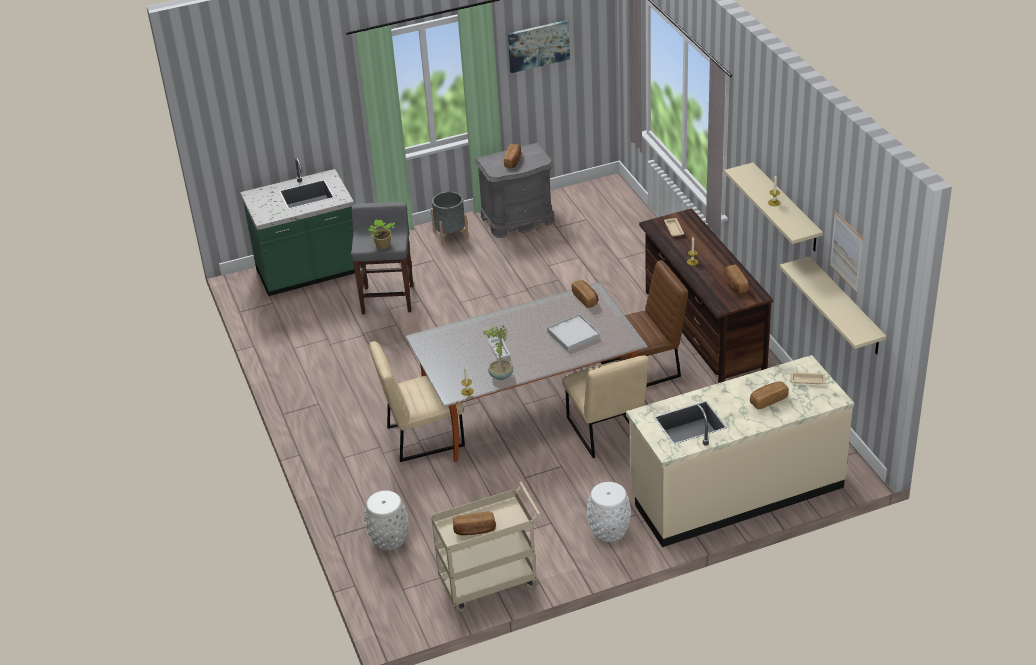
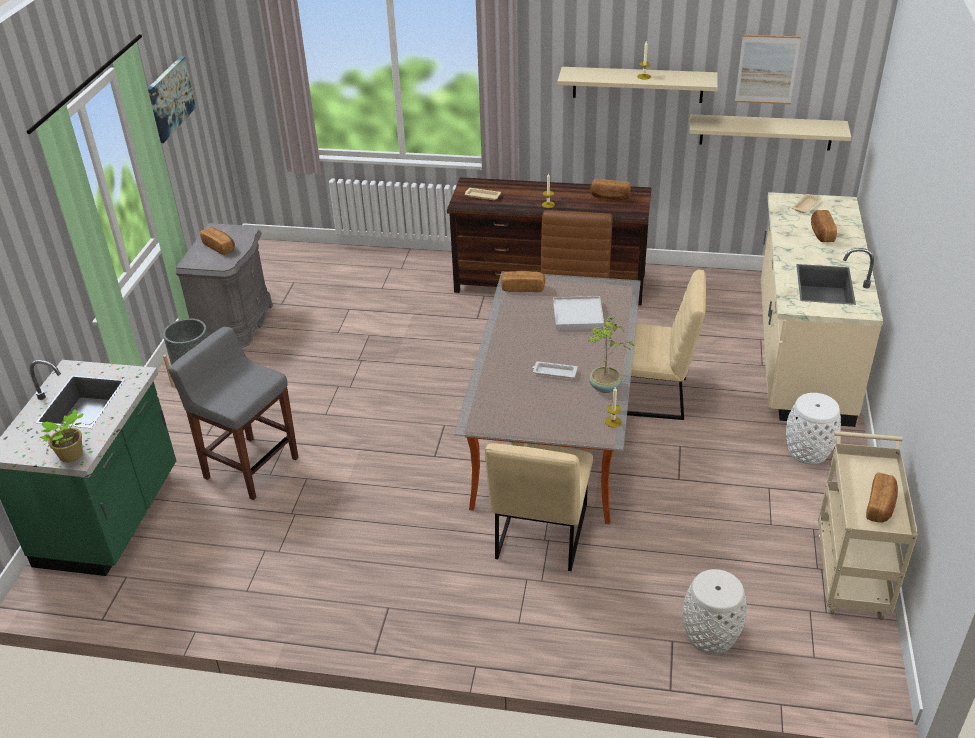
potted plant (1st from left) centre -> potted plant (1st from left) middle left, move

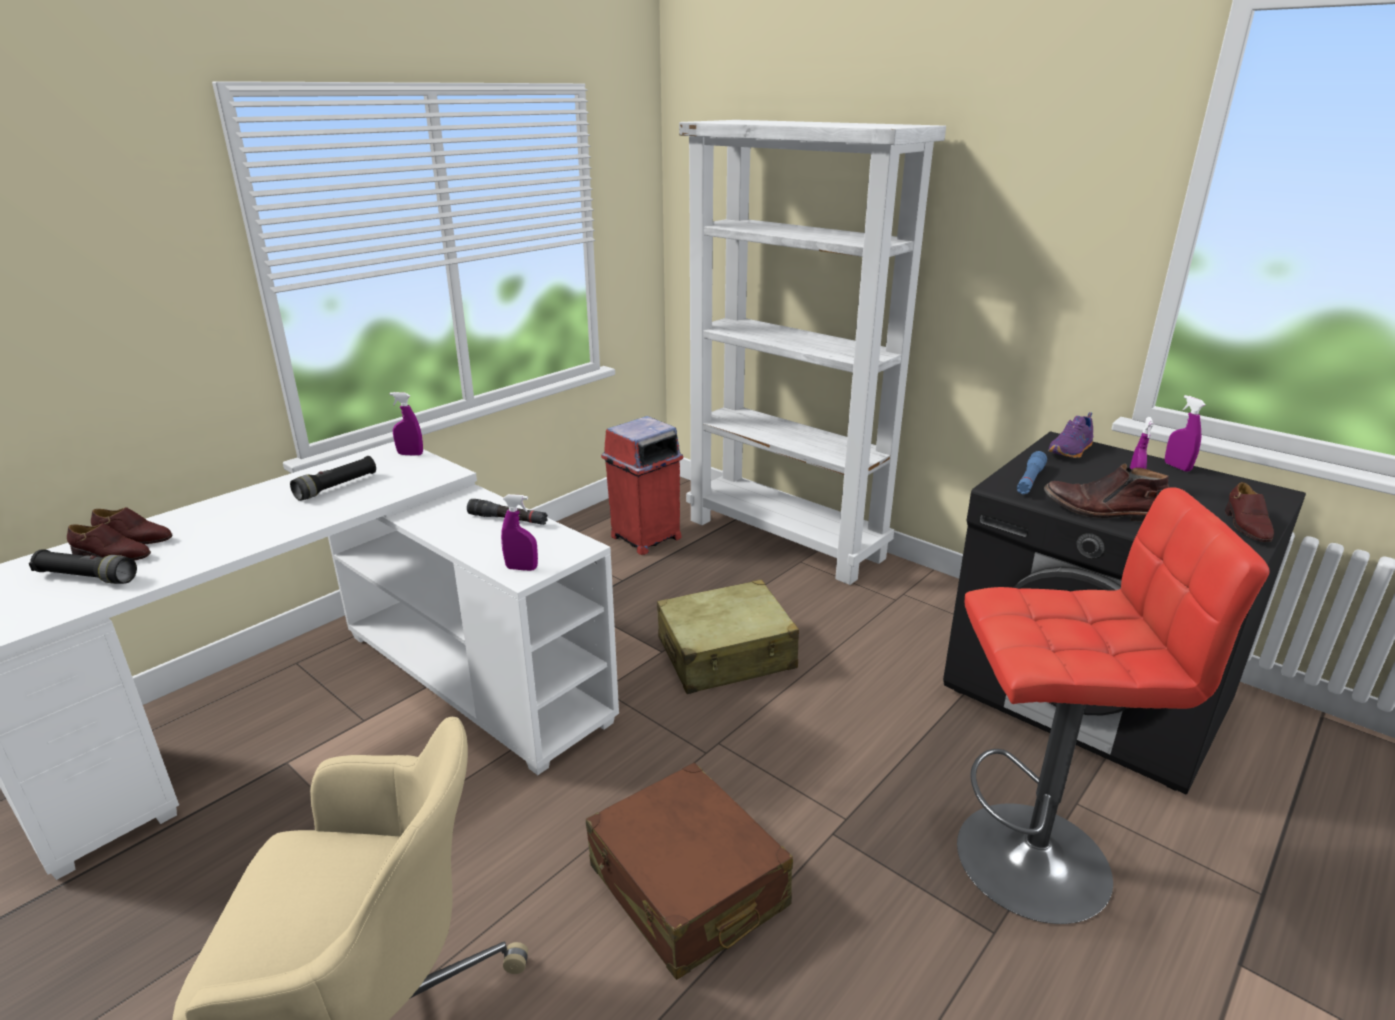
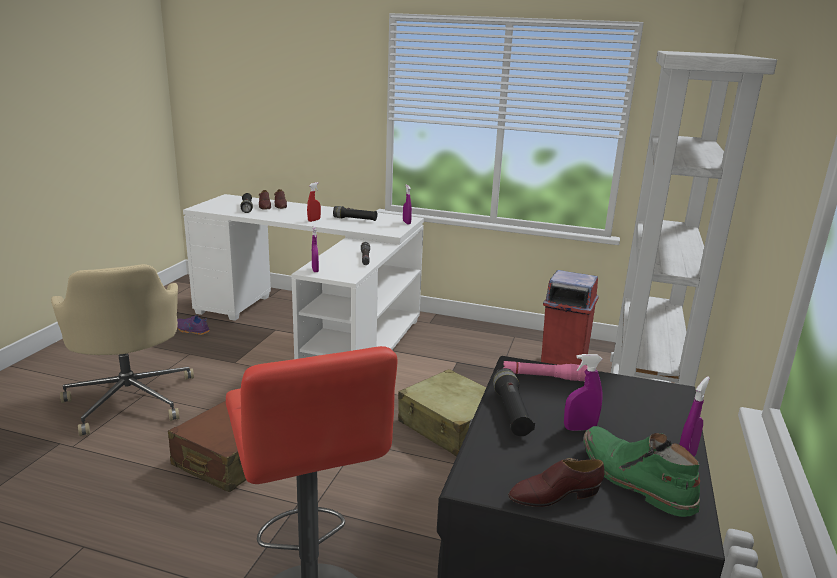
purple shoe middle right -> purple shoe middle left, move
blue flashlight middle right -> pink flashlight centre
brown boot middle right -> black flashlight (4th from left) bottom centre
none -> red spray bottle centre
none -> green boot bottom right

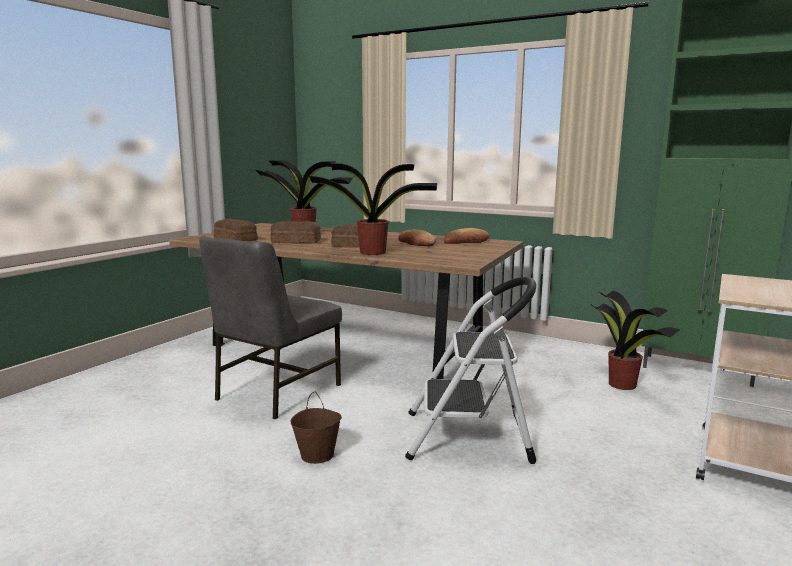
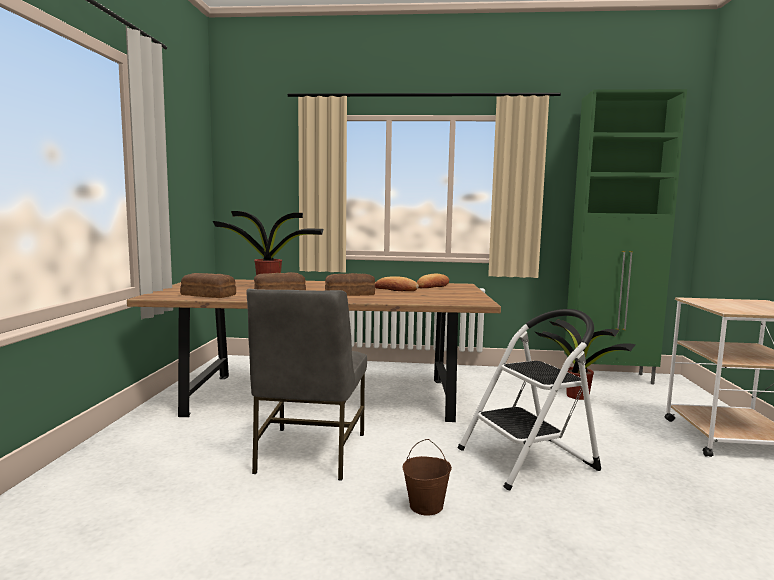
potted plant (2nd from left) centre -> none

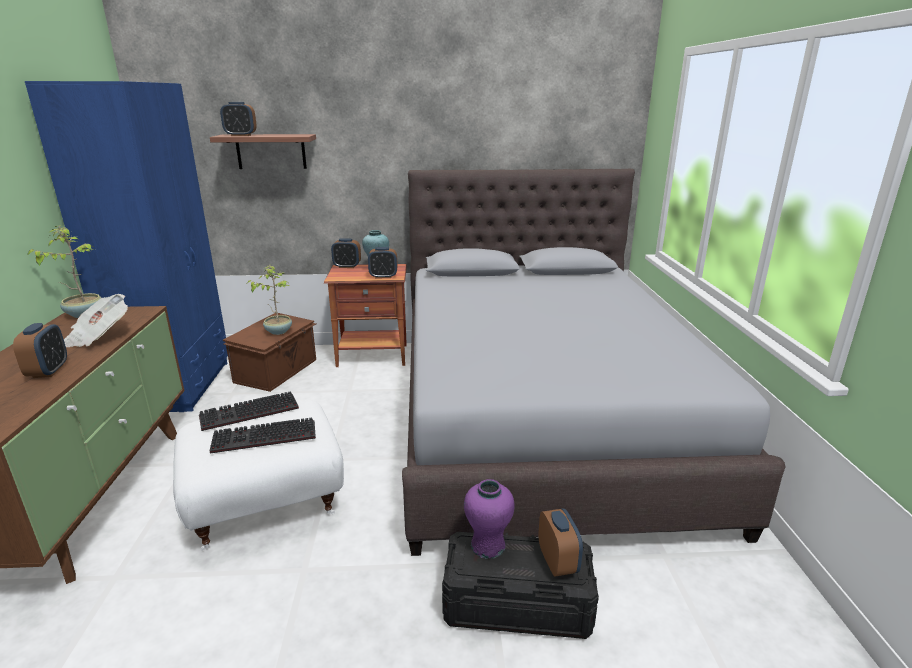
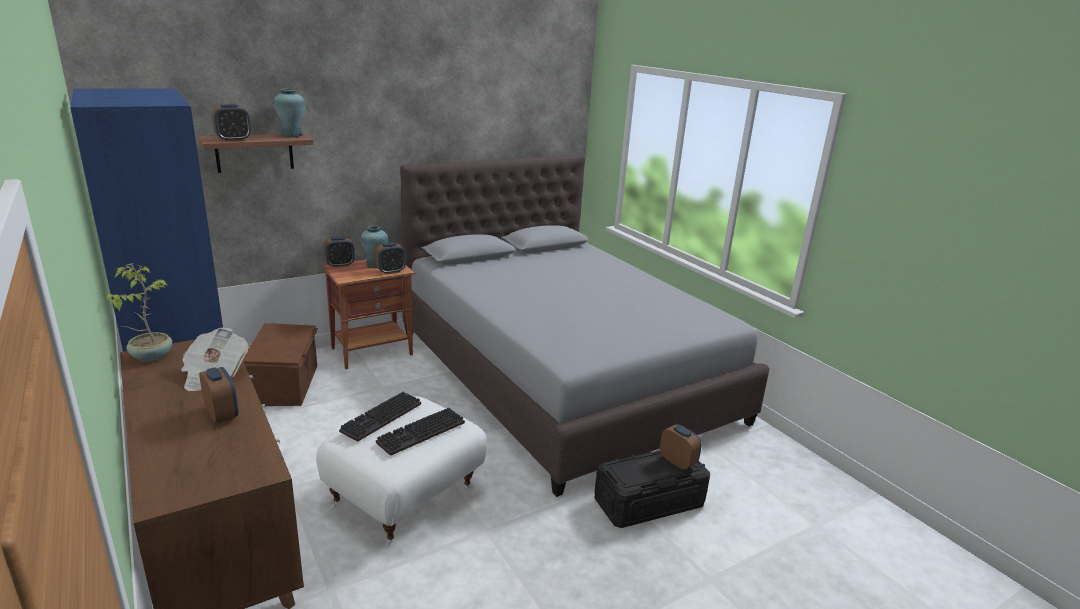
potted plant (2nd from left) middle left -> none
purple vase bottom centre -> none
none -> turquoise vase (1st from left) top left

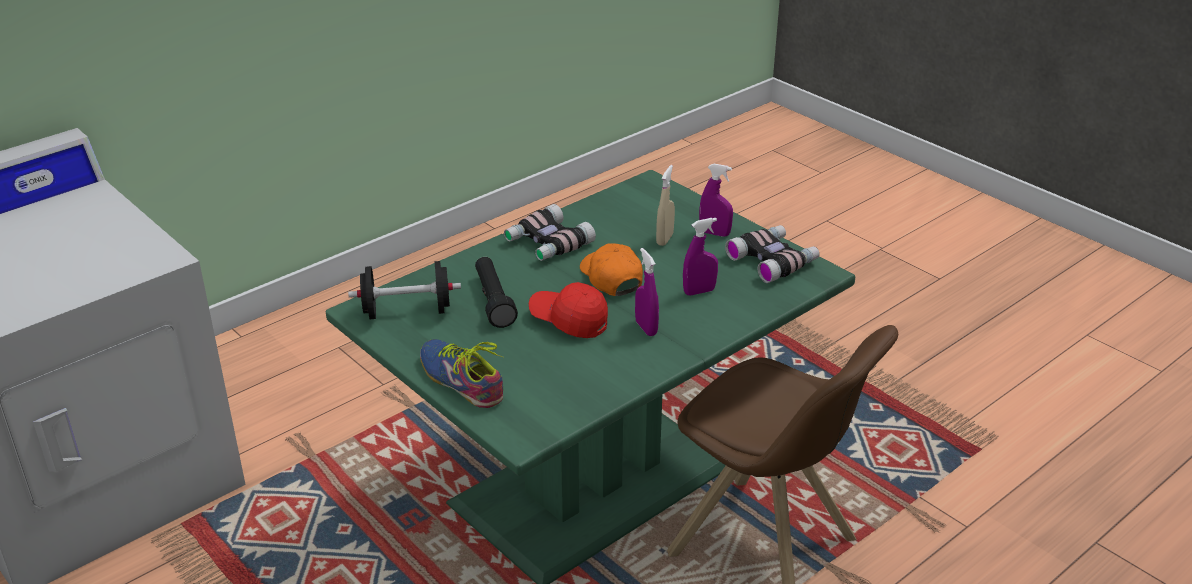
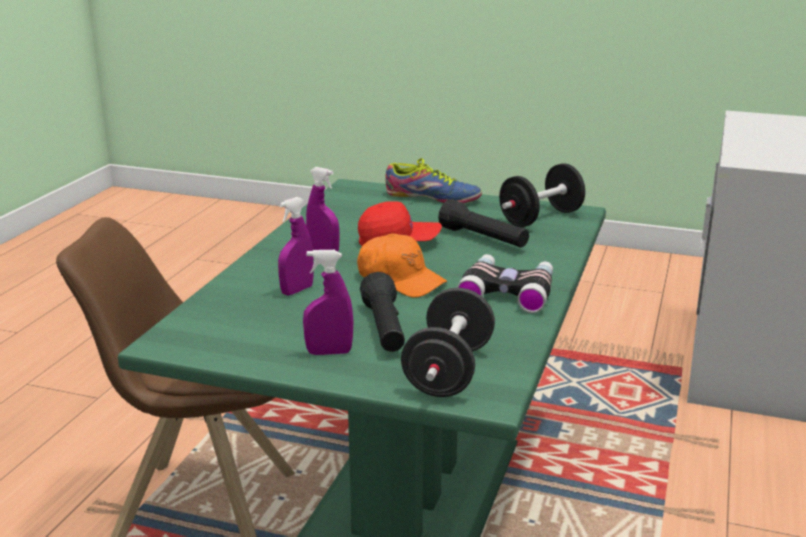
beige spray bottle centre -> black flashlight (1st from left) centre
binoculars (2nd from left) centre -> none
none -> black dumbbell (1st from left) centre

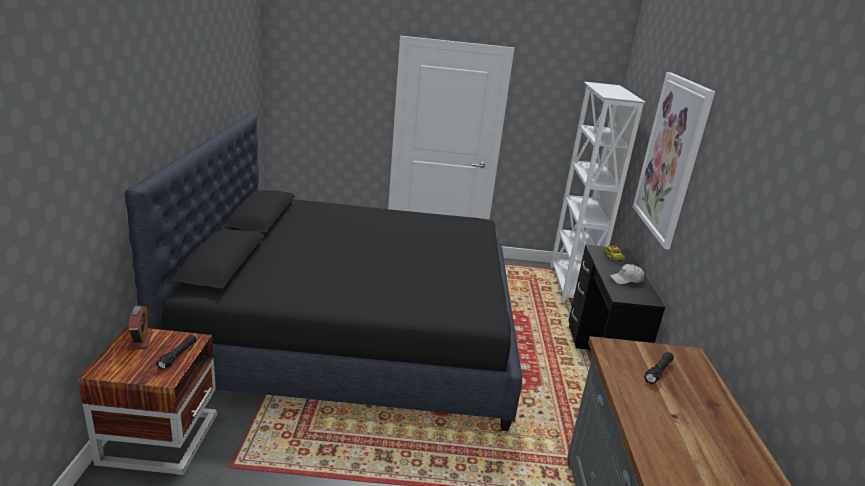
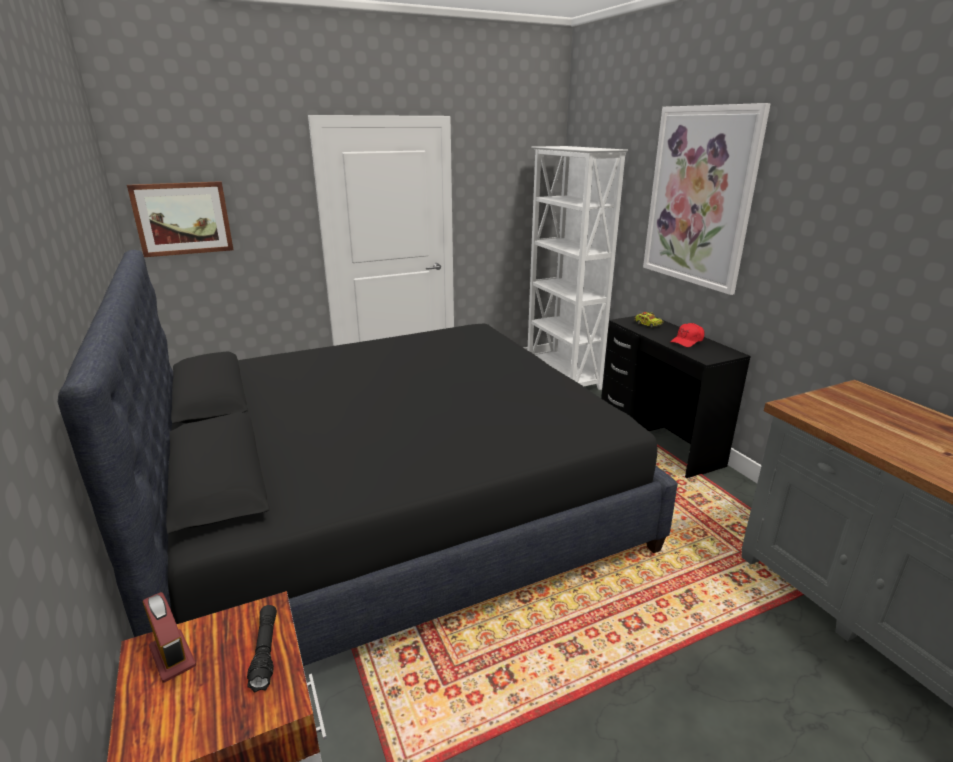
white cap middle right -> red cap middle right
black flashlight (2nd from left) bottom right -> none
none -> picture (1st from left) top left

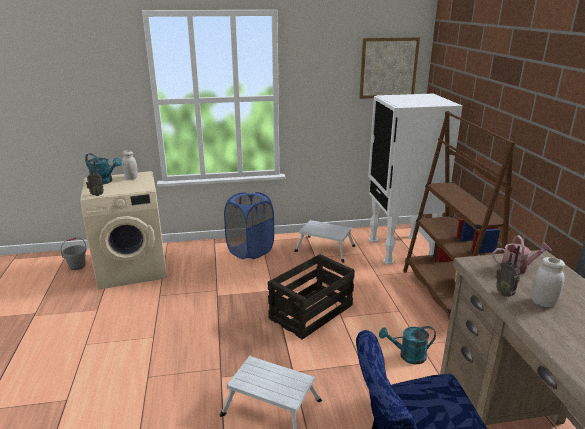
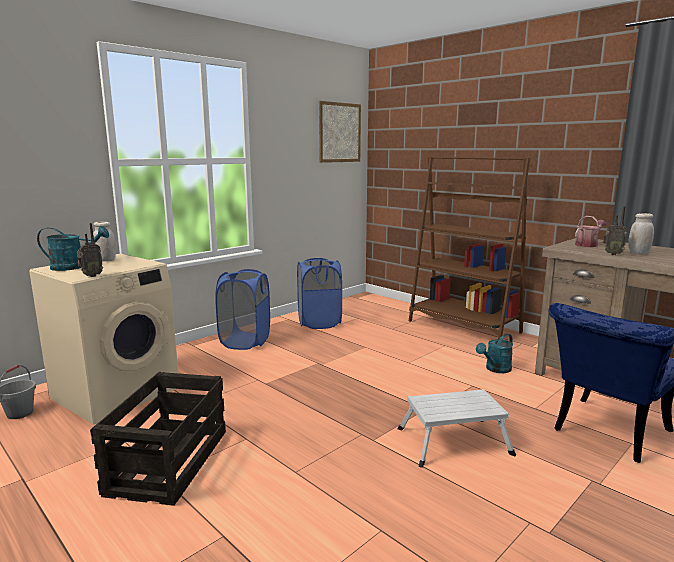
white cabinet middle right -> none
white step ladder (2nd from left) centre -> blue laundry basket (2nd from left) centre
crate bottom centre -> crate bottom left, move

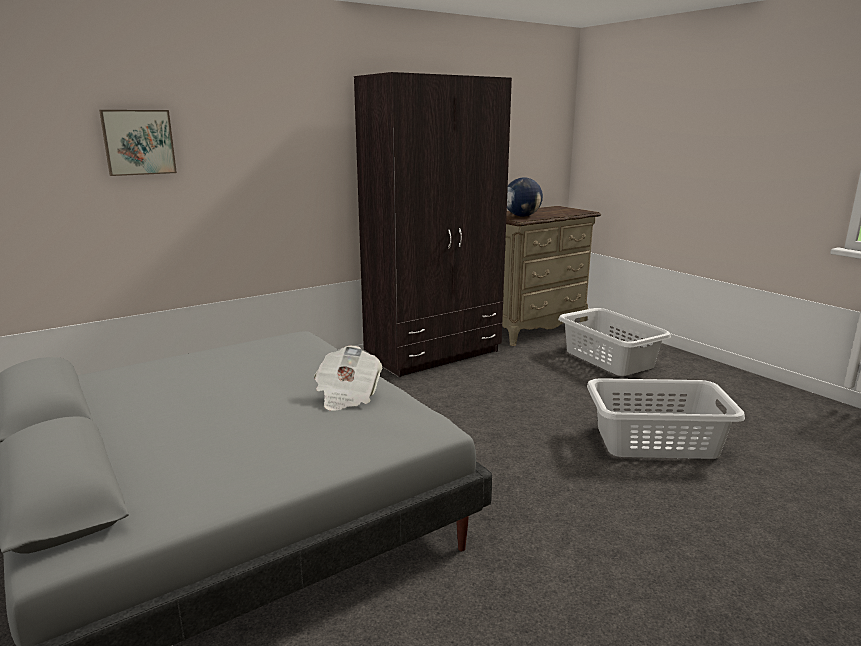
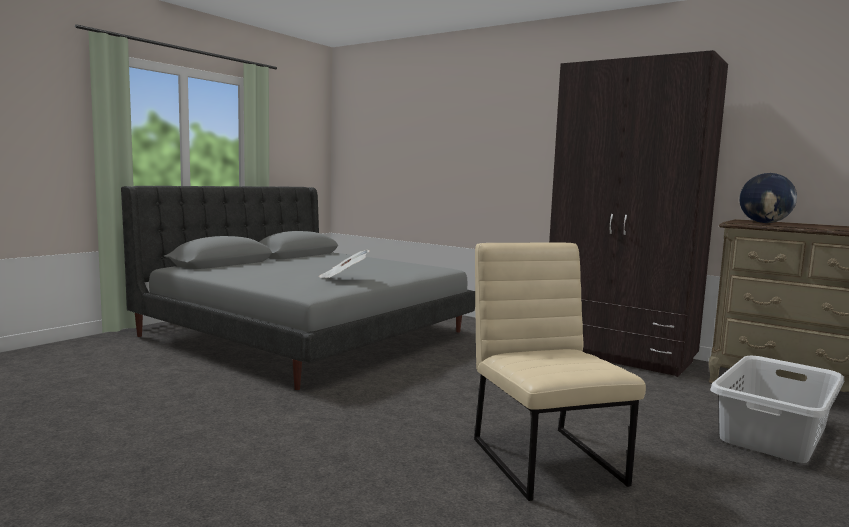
picture top left -> none
grey laundry basket (2nd from left) middle right -> beige chair bottom centre

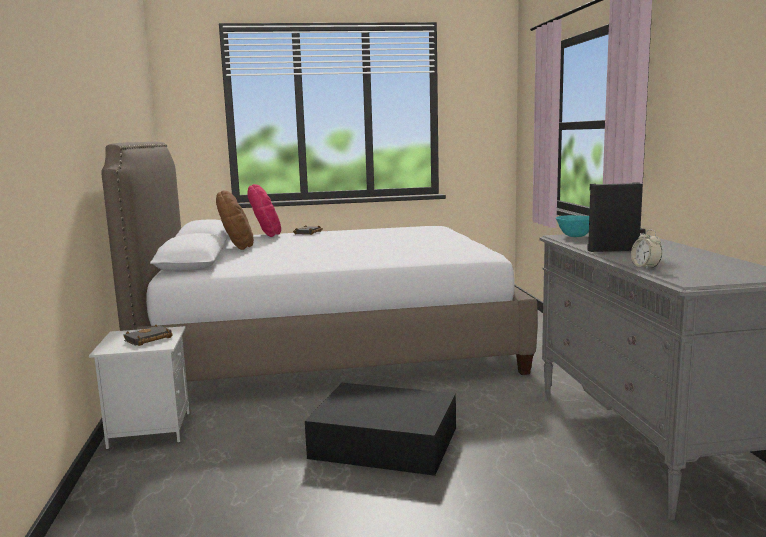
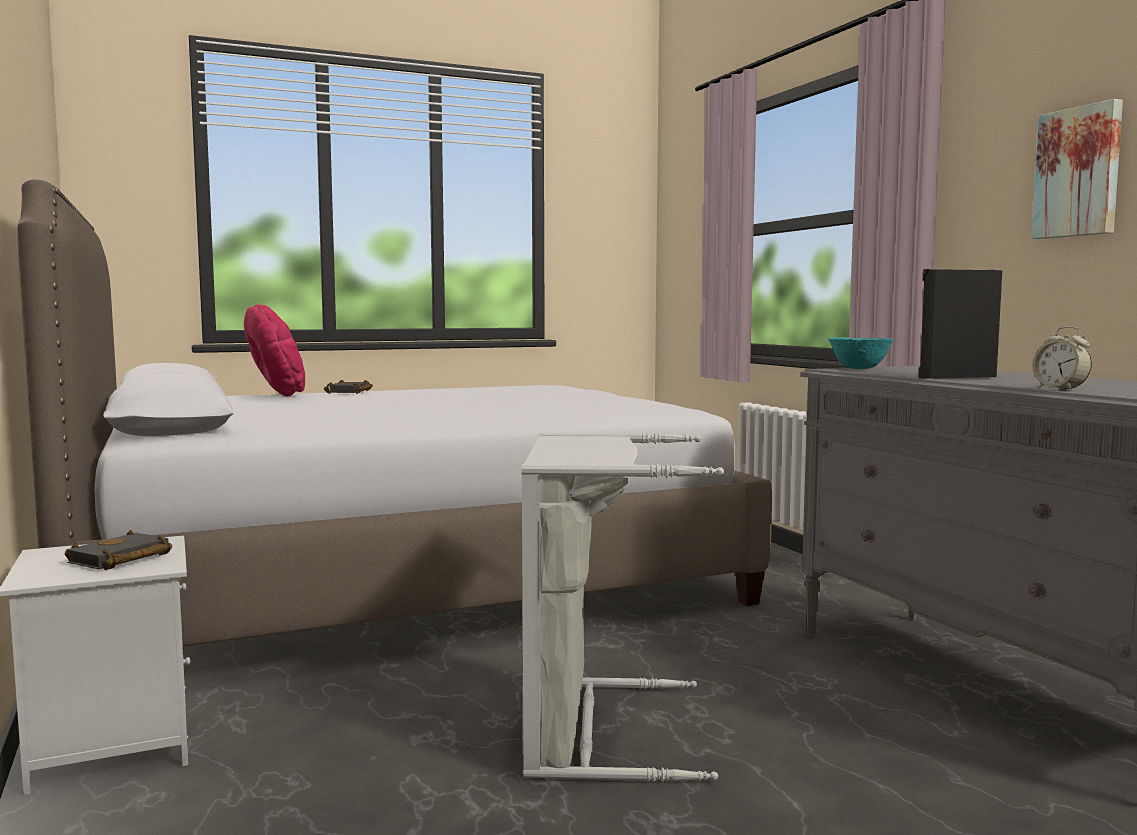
brown pillow middle left -> none
black storage box bottom centre -> grey laundry basket bottom centre
none -> picture top right

